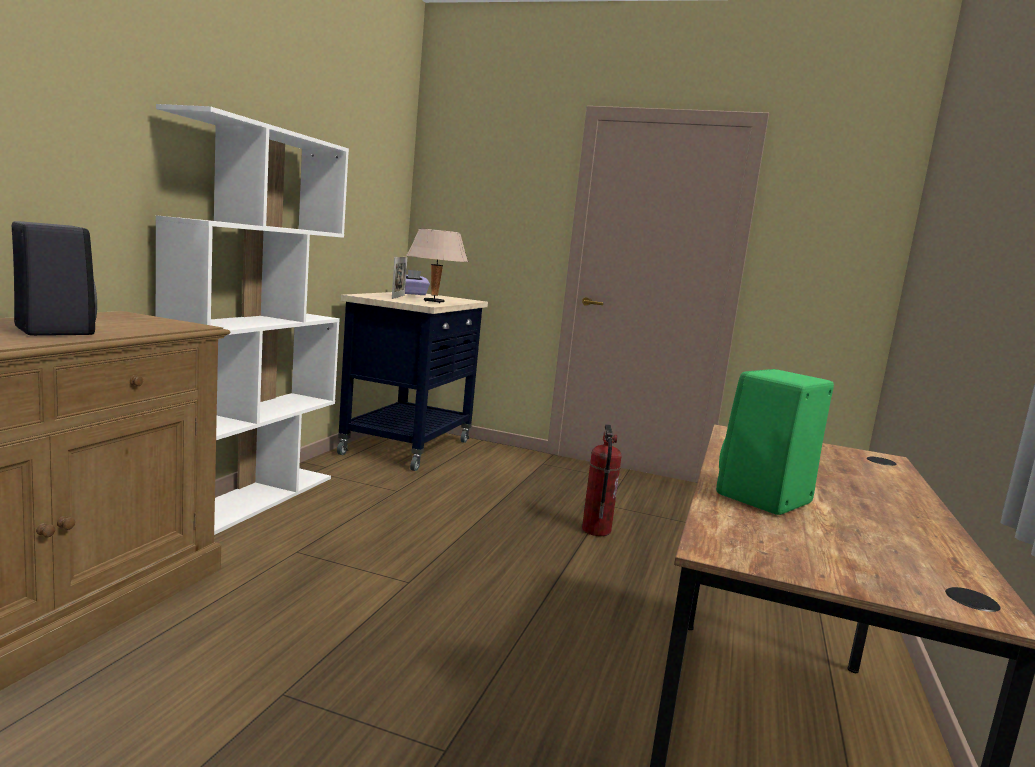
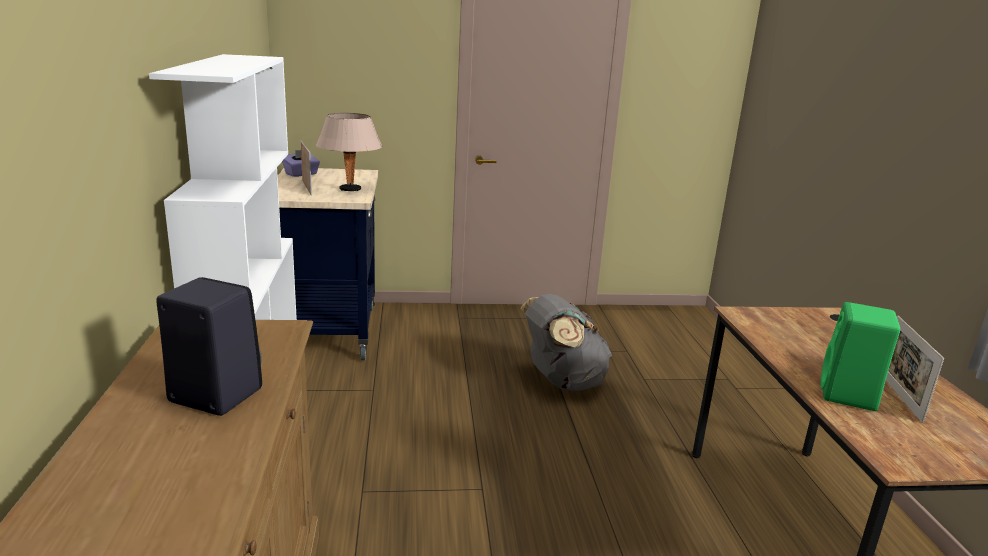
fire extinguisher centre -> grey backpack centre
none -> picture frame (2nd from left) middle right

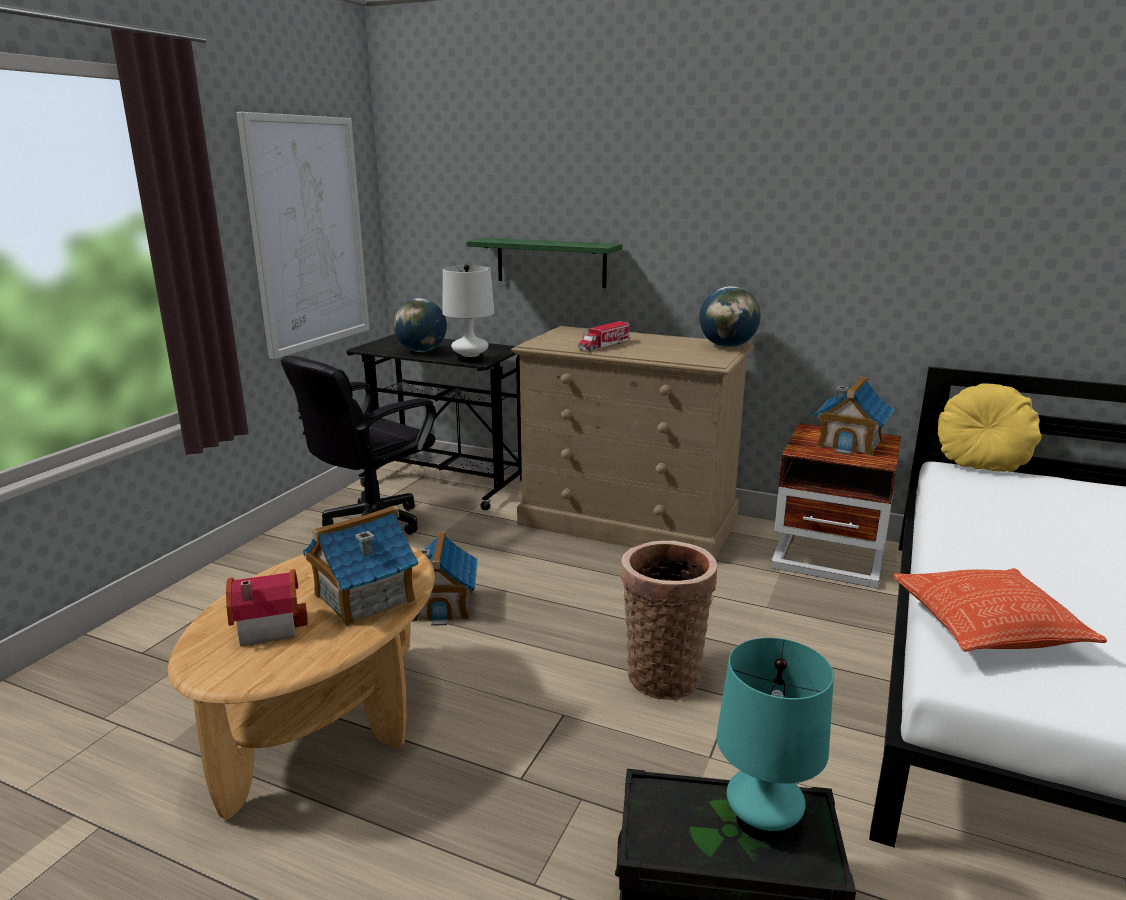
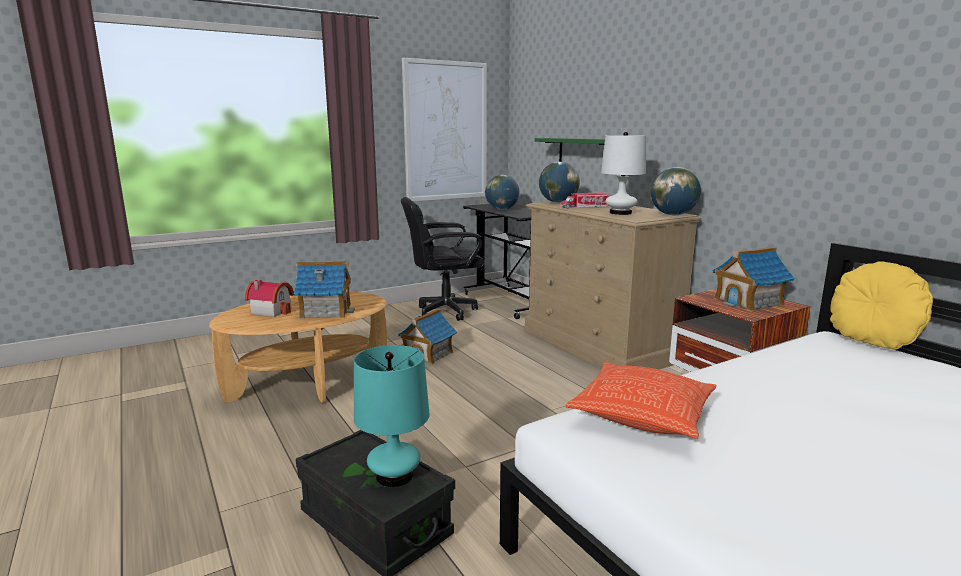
white table lamp centre -> white table lamp top centre, move
basket bottom centre -> none
none -> globe (2nd from left) top centre

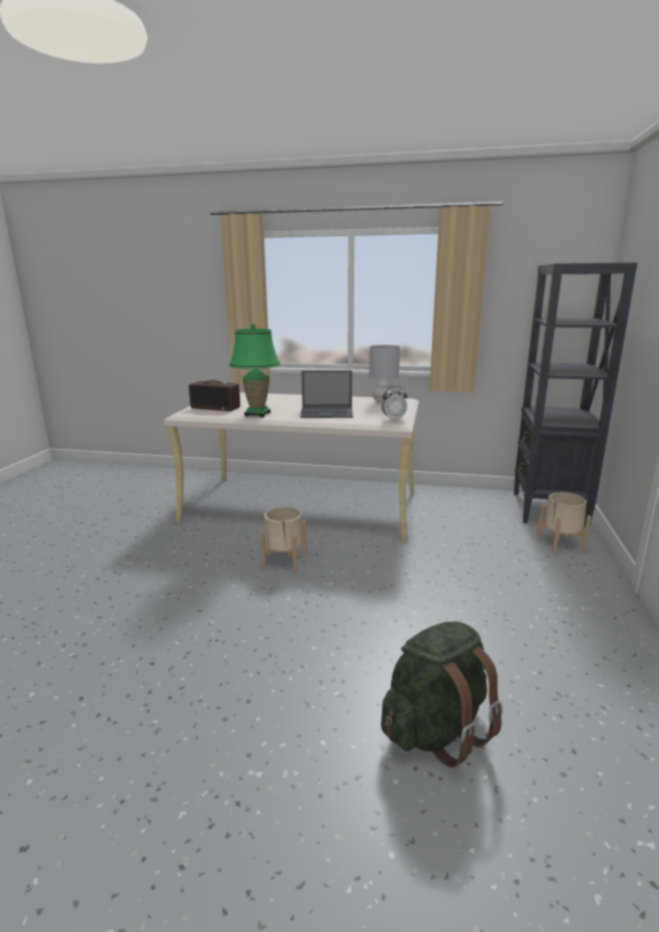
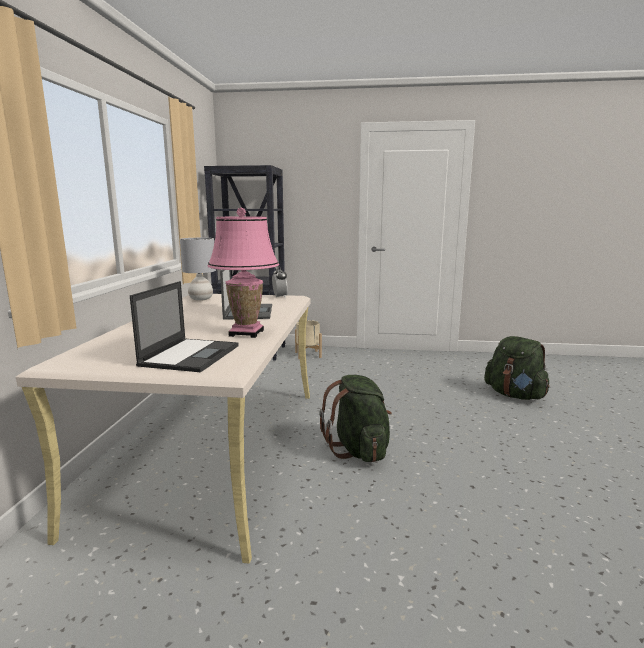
green table lamp centre -> pink table lamp centre
radio middle left -> laptop (1st from left) middle left
beige planter (1st from left) centre -> green backpack (1st from left) centre

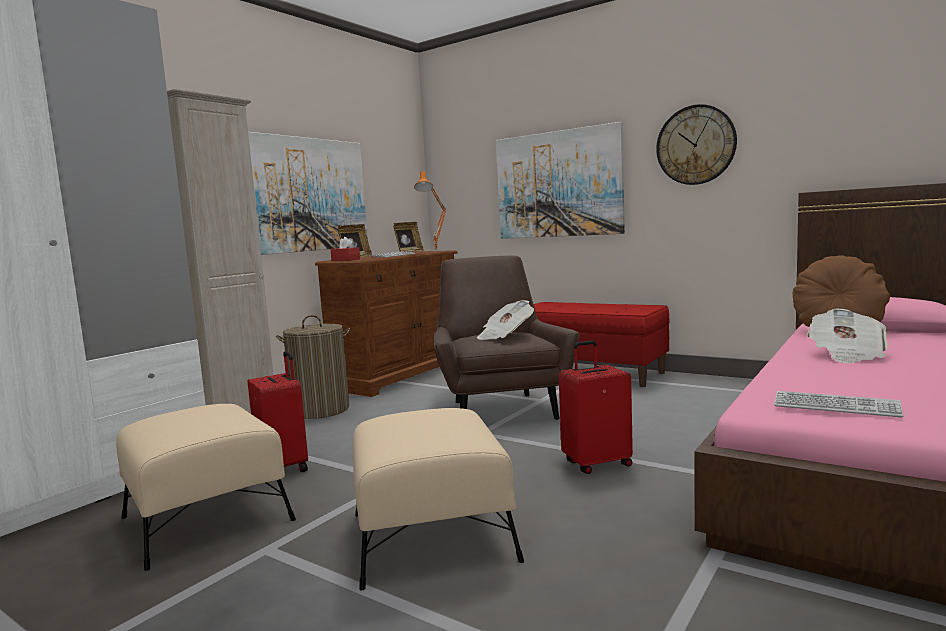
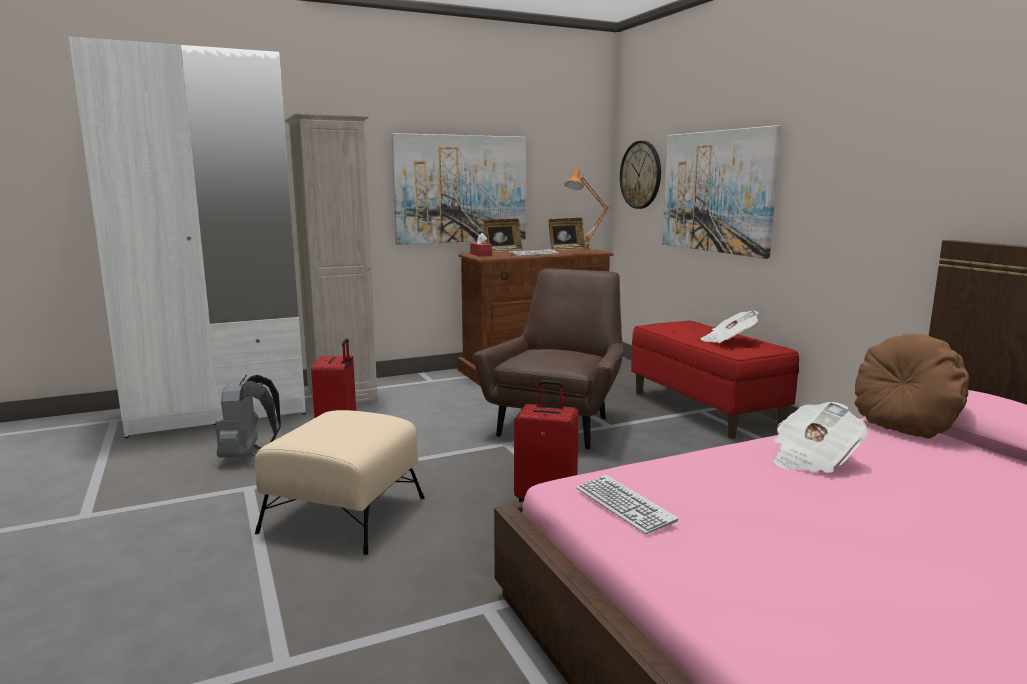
wall clock top right -> wall clock top centre, move
newspaper (1st from left) centre -> newspaper (1st from left) middle right, move
laundry basket middle left -> none
beige ottoman (1st from left) bottom left -> grey backpack middle left

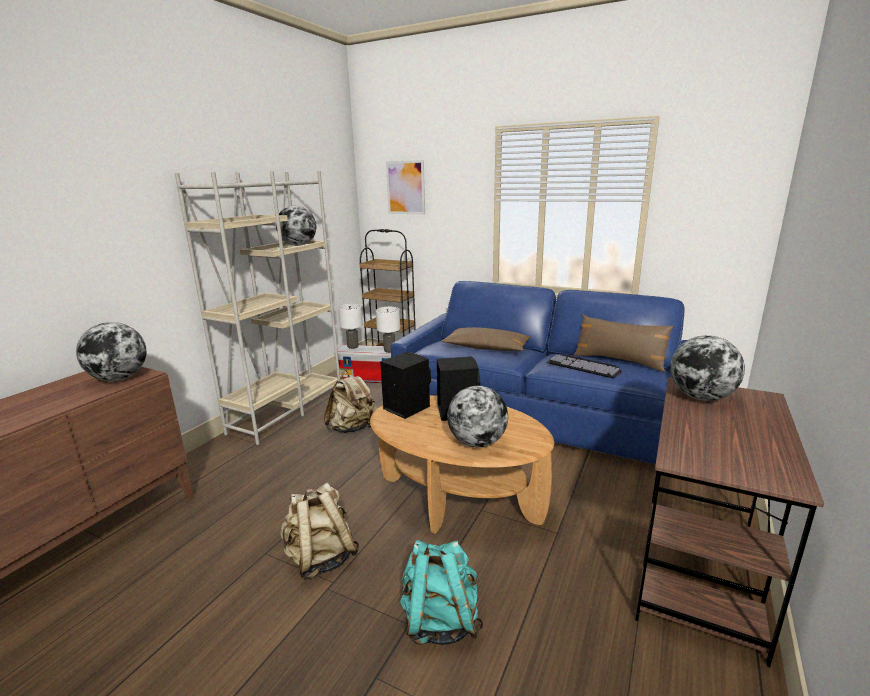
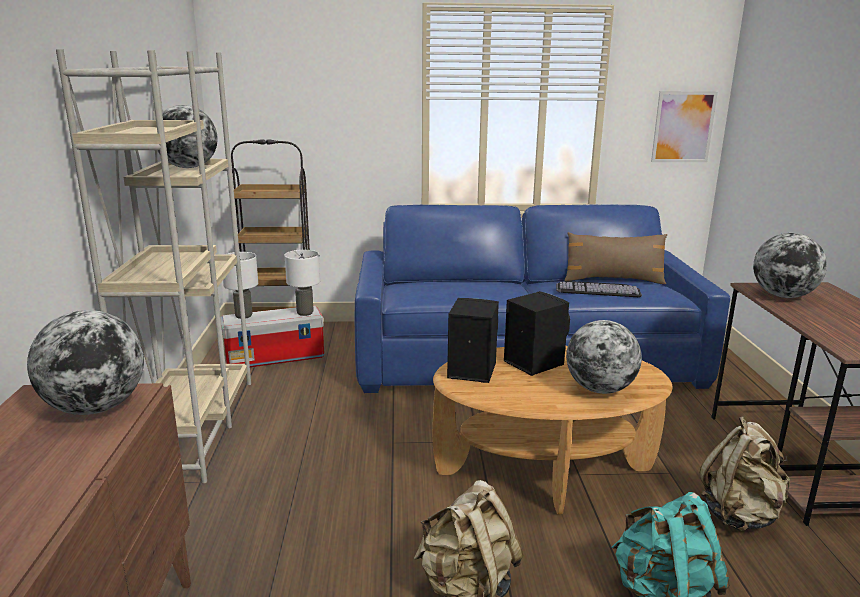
picture top centre -> picture top right, move
brown pillow (1st from left) centre -> none
beige backpack (2nd from left) centre -> beige backpack (2nd from left) bottom right, move

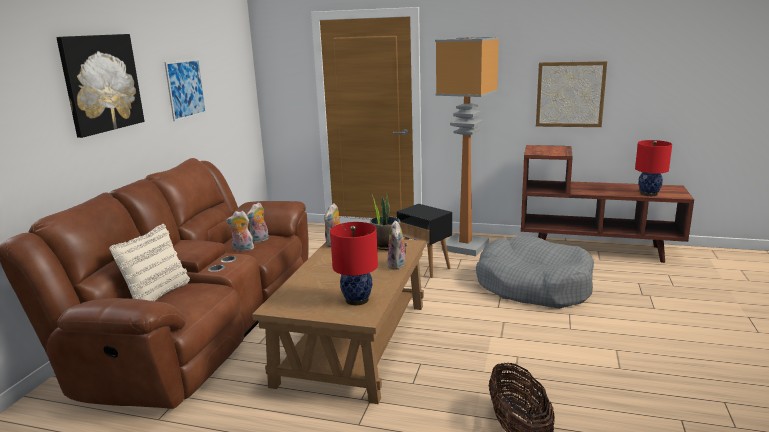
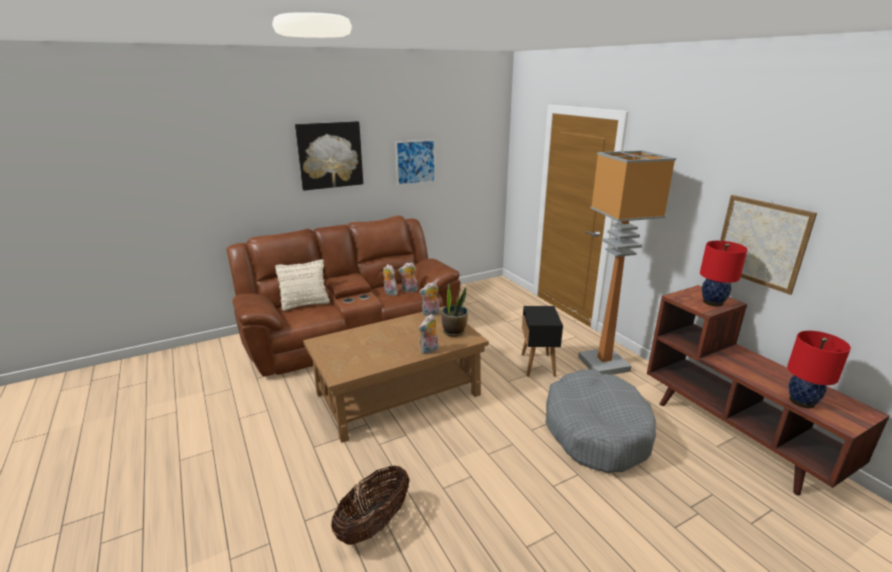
red table lamp (1st from left) centre -> red table lamp (1st from left) middle right, move

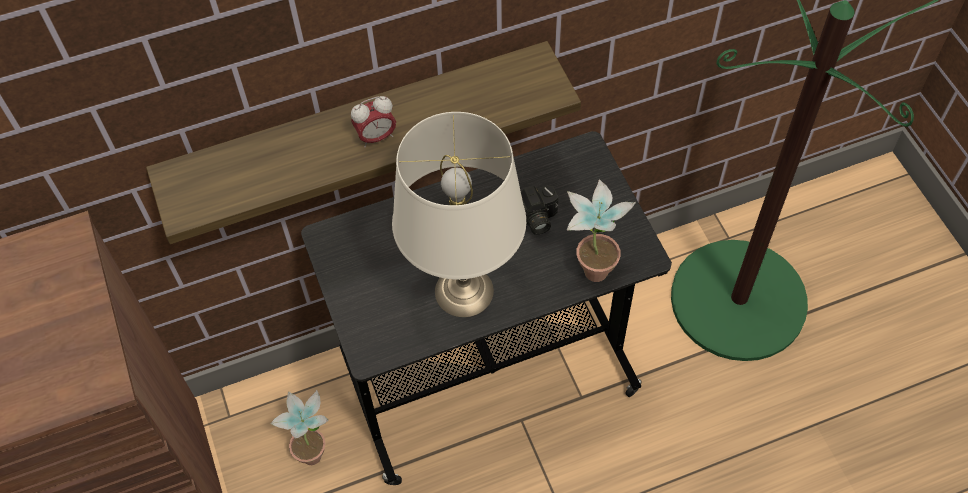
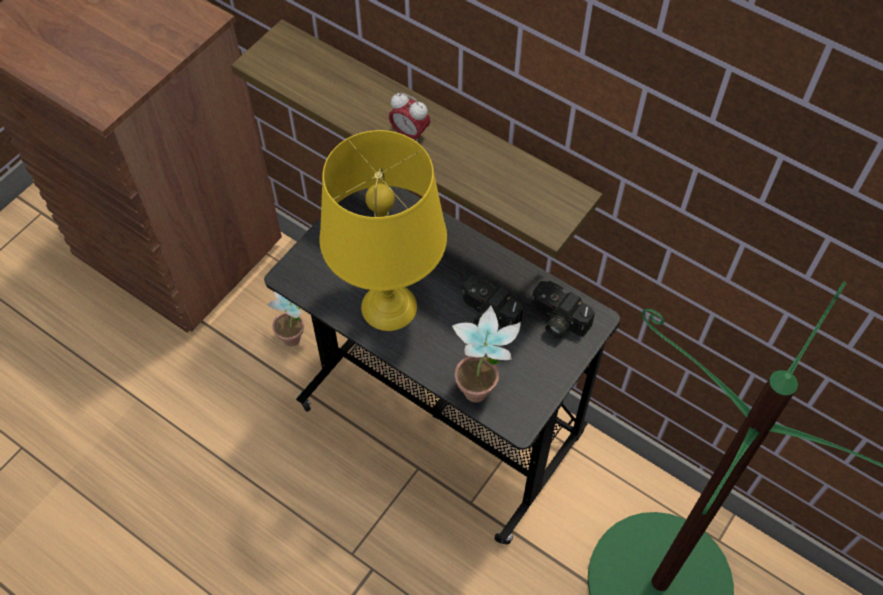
white table lamp centre -> yellow table lamp centre
none -> photo camera (2nd from left) centre

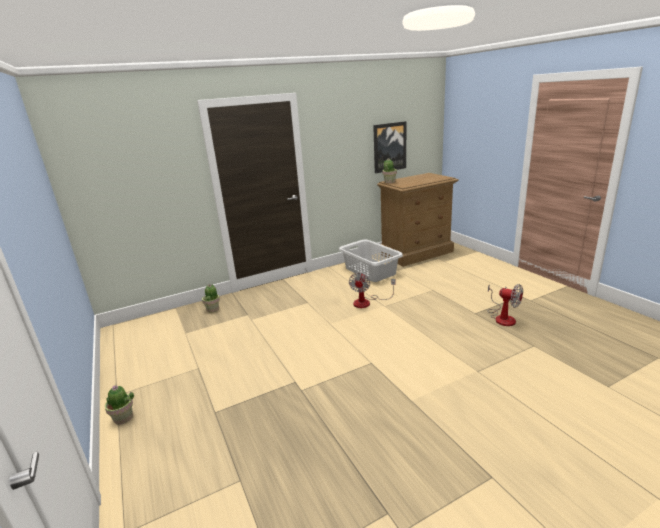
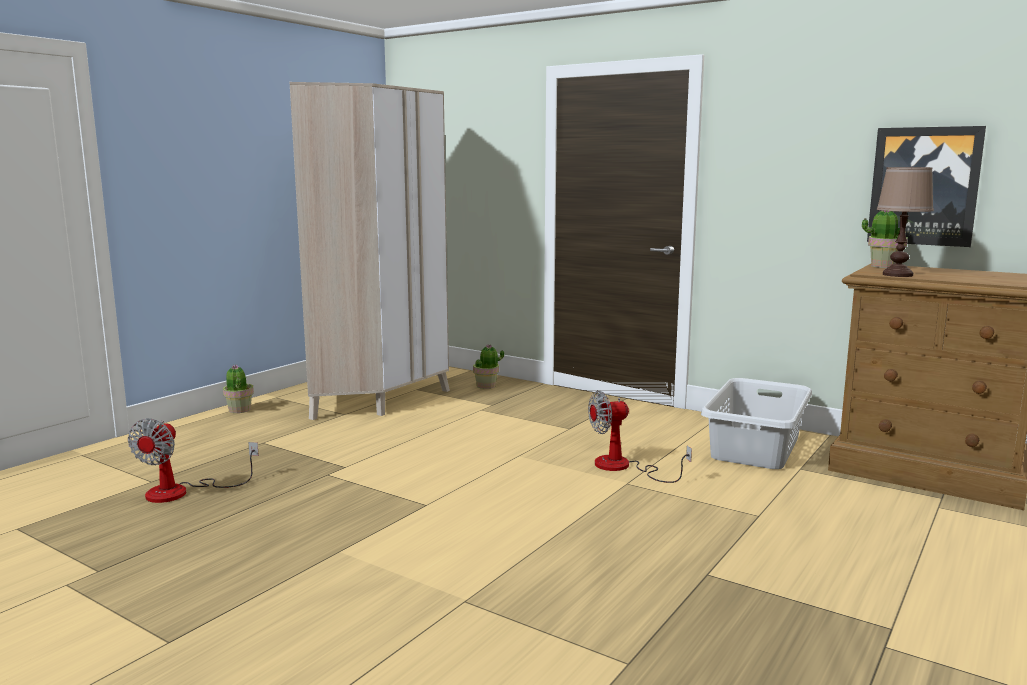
fan (2nd from left in the first image) middle right -> fan (1st from left) bottom left, move
none -> beige wardrobe centre
none -> brown table lamp top right

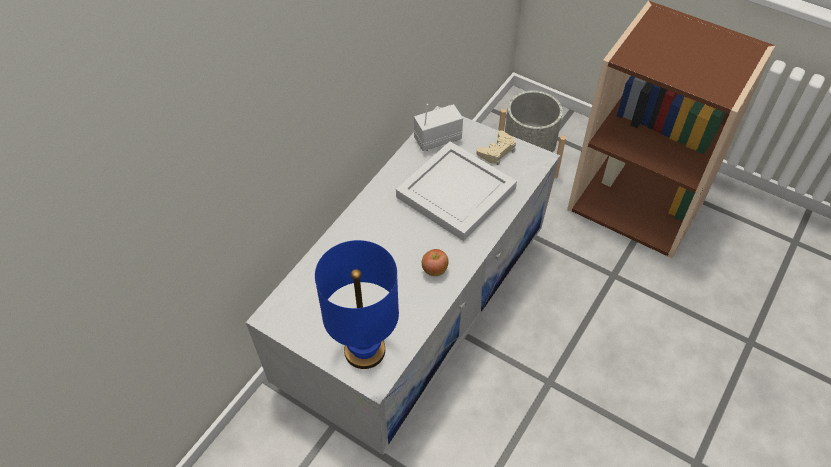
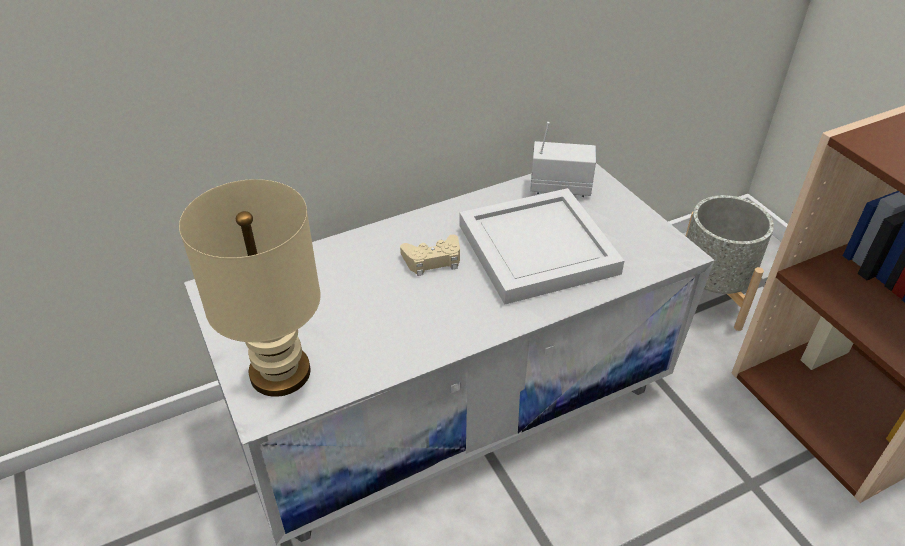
beige game controller top centre -> beige game controller centre, move
blue table lamp centre -> beige table lamp middle left
apple centre -> none

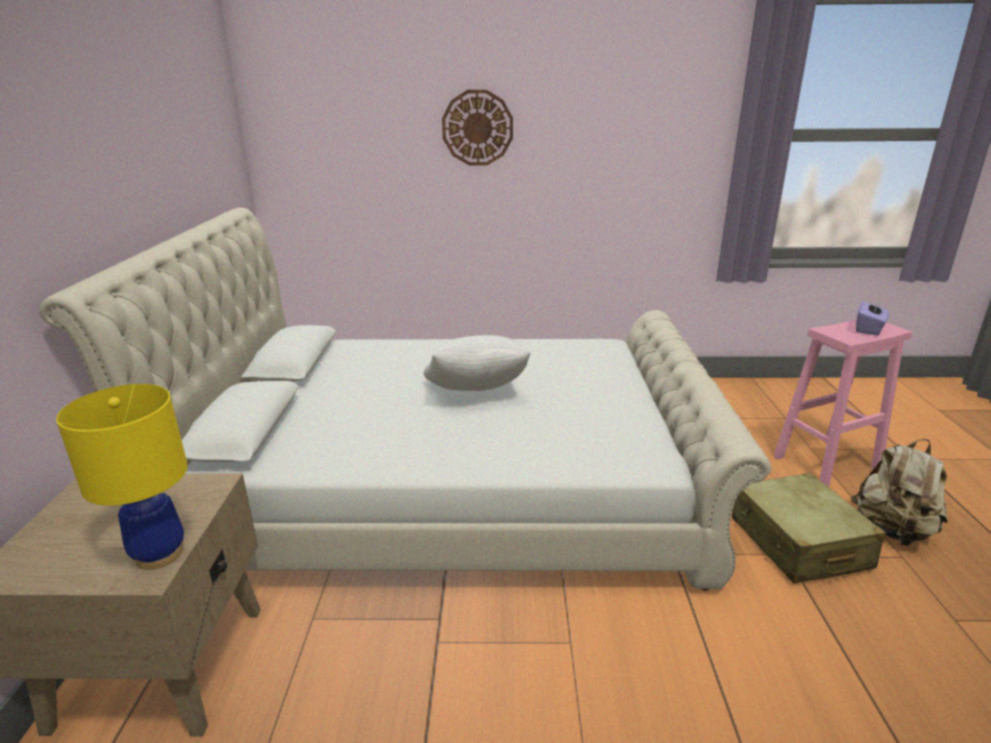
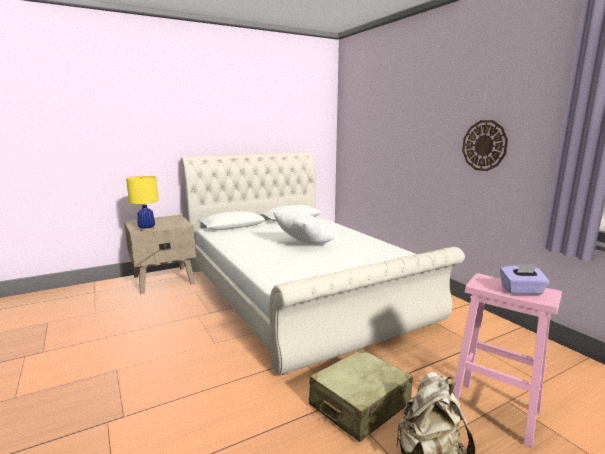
wall clock top centre -> wall clock top right, move

